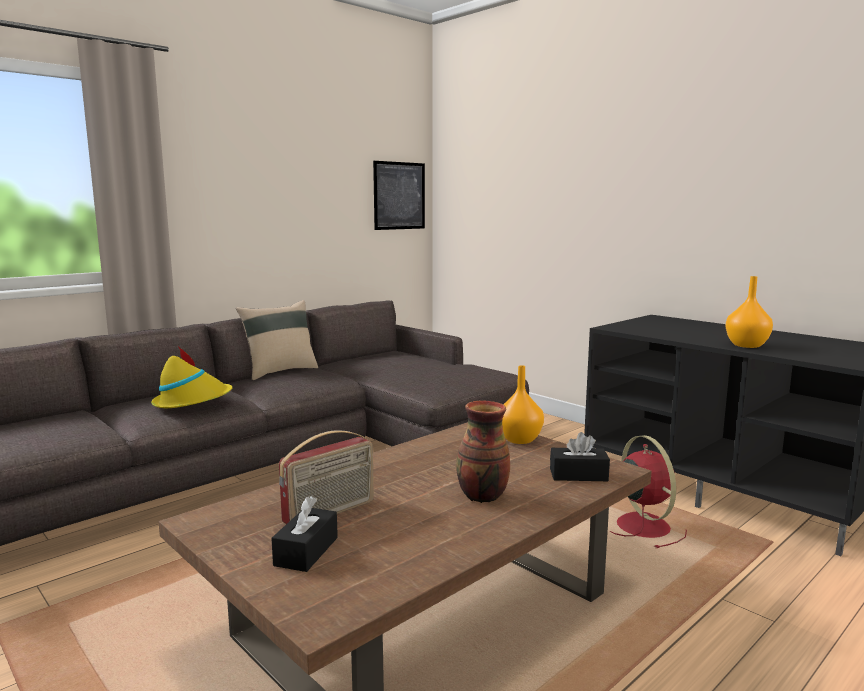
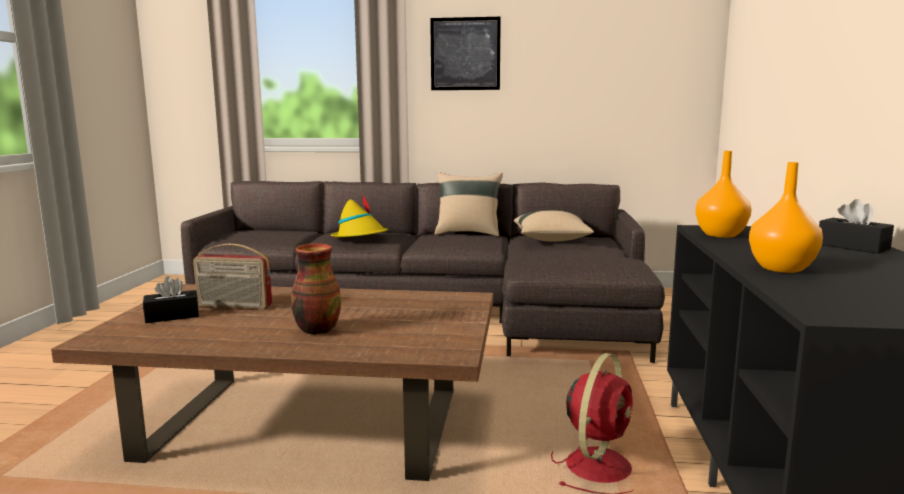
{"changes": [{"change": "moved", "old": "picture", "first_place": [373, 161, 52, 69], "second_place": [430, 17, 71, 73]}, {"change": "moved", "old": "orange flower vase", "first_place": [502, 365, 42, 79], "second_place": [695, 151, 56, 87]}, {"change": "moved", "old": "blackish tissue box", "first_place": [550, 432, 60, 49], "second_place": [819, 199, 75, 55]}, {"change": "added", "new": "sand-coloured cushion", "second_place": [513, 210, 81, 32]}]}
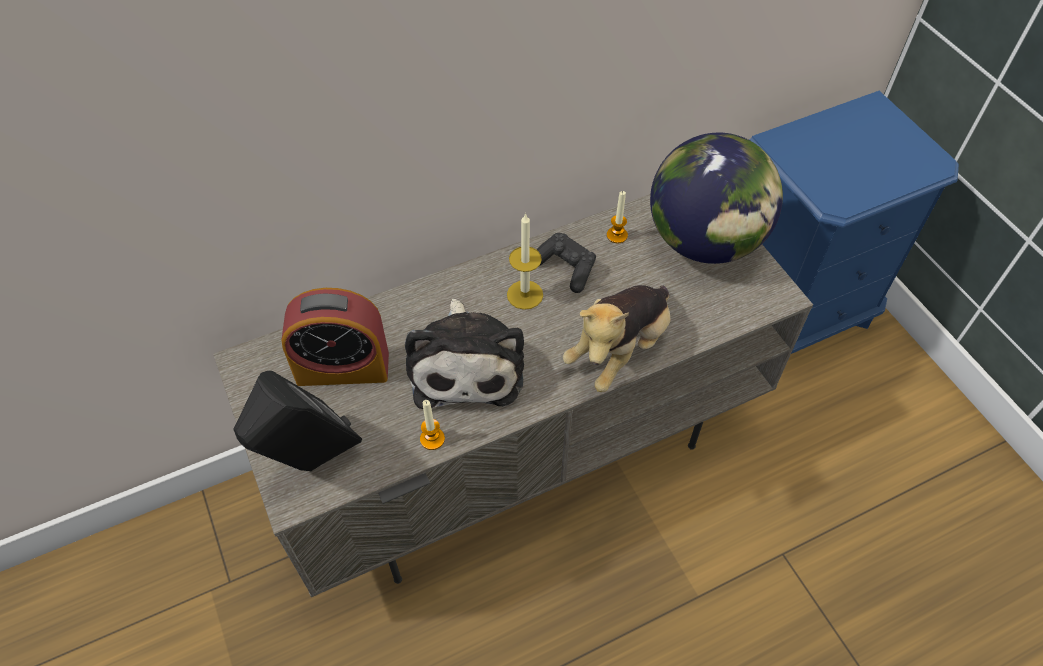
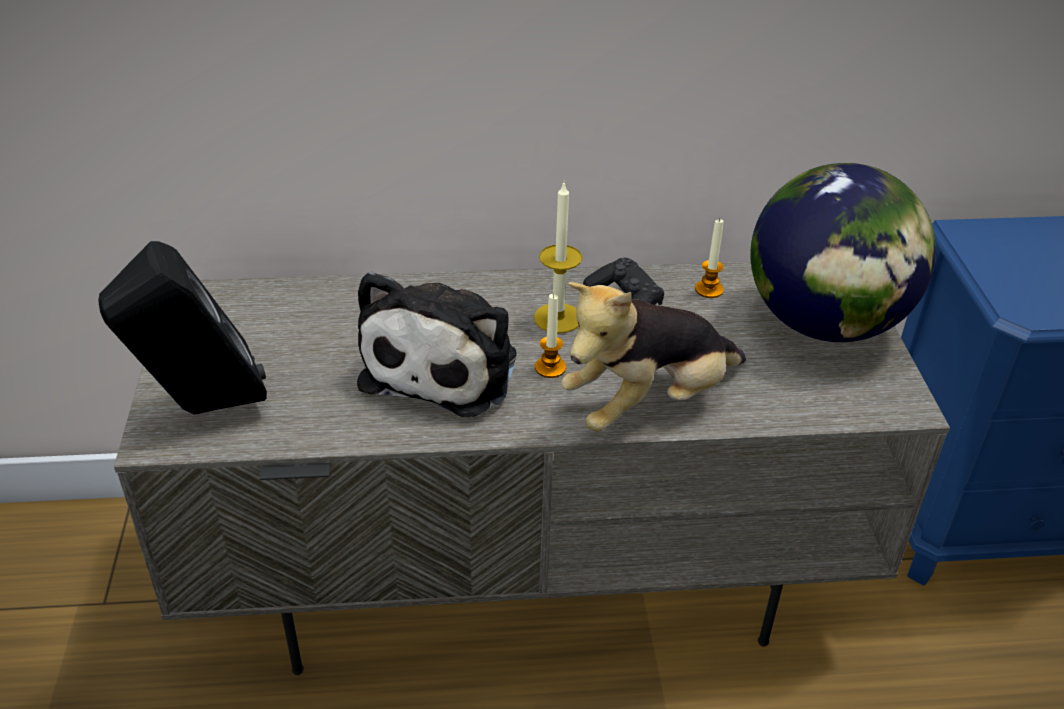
{"changes": [{"change": "removed", "old": "table clock", "first_place": [281, 288, 108, 98]}, {"change": "moved", "old": "wax light", "first_place": [420, 400, 25, 50], "second_place": [535, 293, 31, 85]}]}
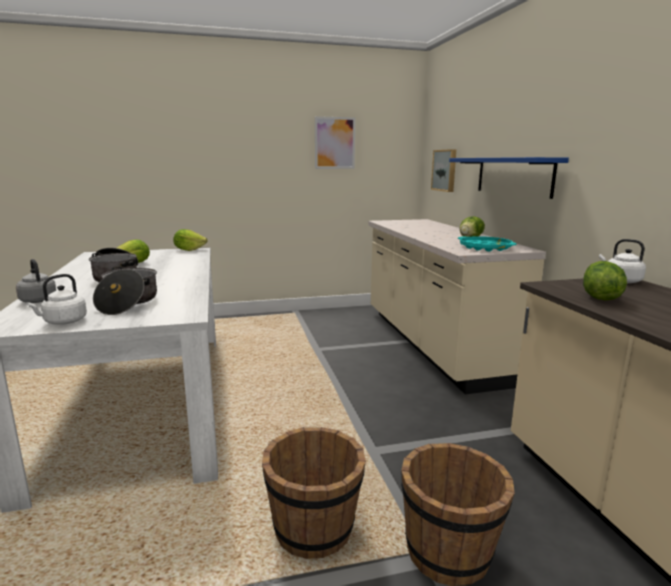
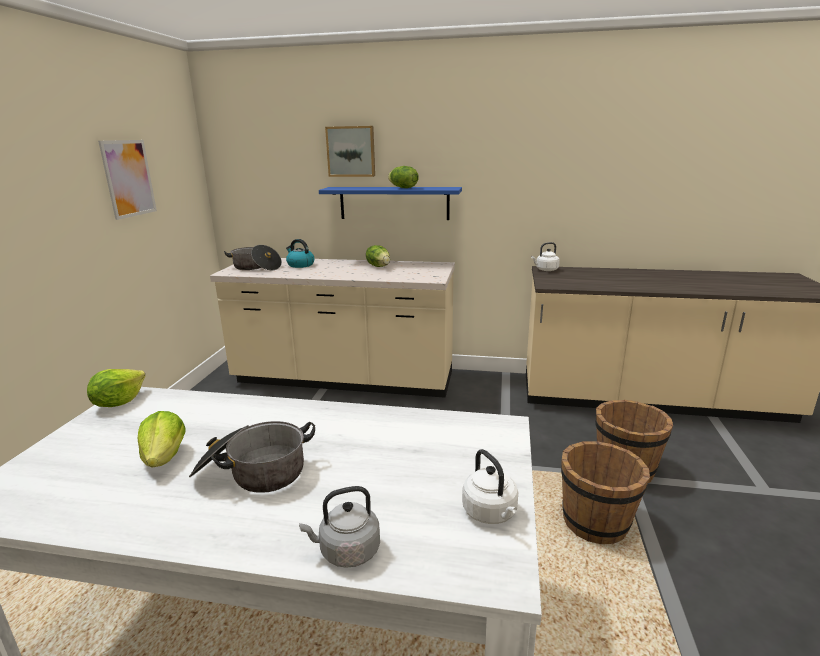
{"changes": [{"change": "moved", "old": "stockpot", "first_place": [93, 266, 64, 49], "second_place": [224, 245, 58, 25]}, {"change": "moved", "old": "picture", "first_place": [431, 149, 25, 43], "second_place": [325, 126, 50, 51]}, {"change": "removed", "old": "turquoise serving tray", "first_place": [458, 236, 59, 16]}, {"change": "moved", "old": "lettuce", "first_place": [583, 261, 44, 39], "second_place": [388, 166, 31, 22]}, {"change": "added", "new": "water kettle", "second_place": [286, 239, 28, 29]}]}
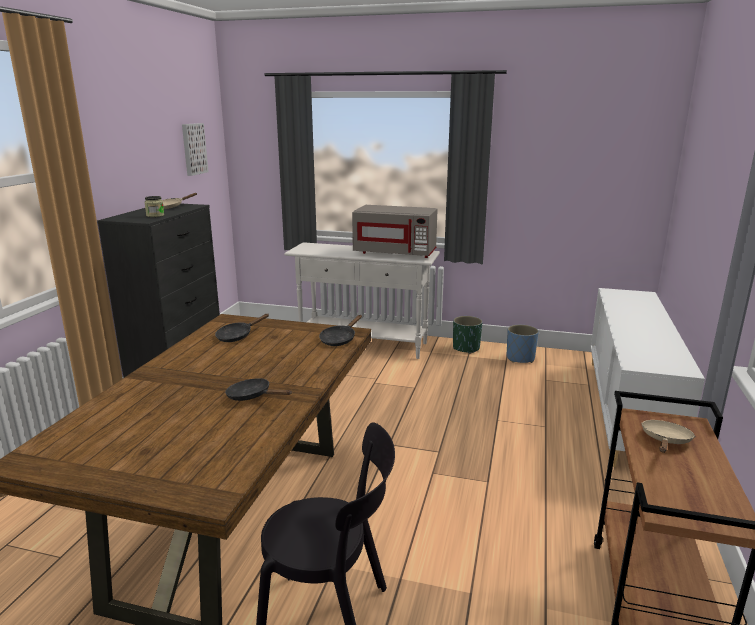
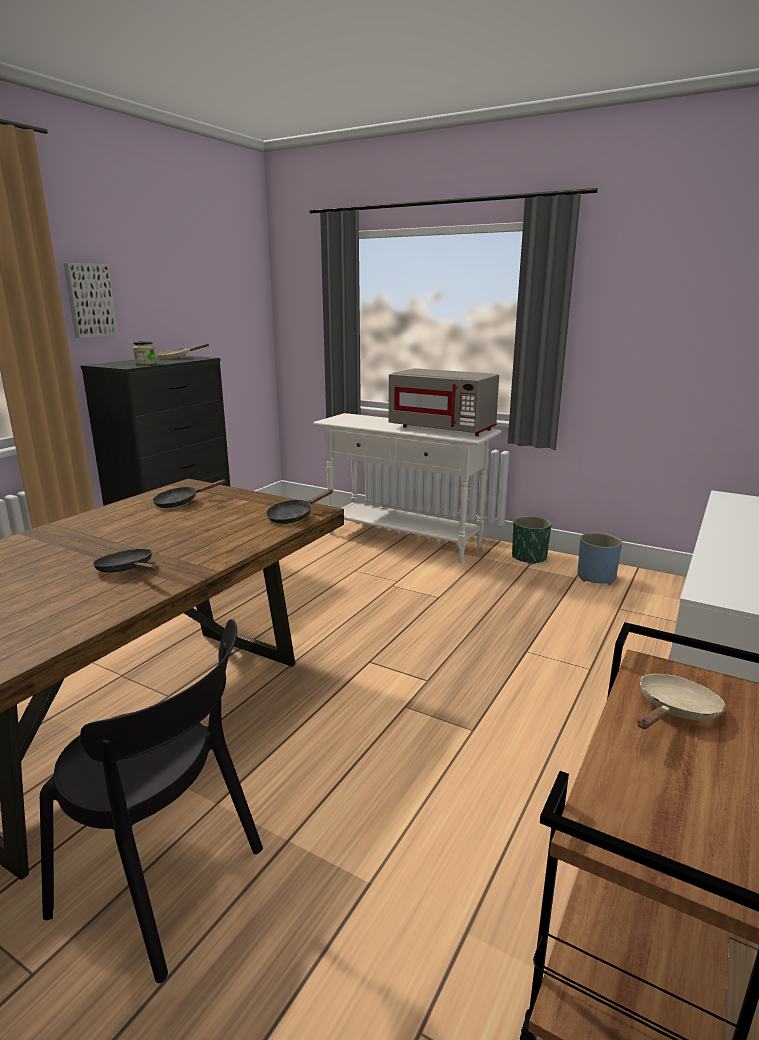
{"changes": [{"change": "moved", "old": "picture", "first_place": [182, 123, 27, 53], "second_place": [63, 263, 55, 75]}]}
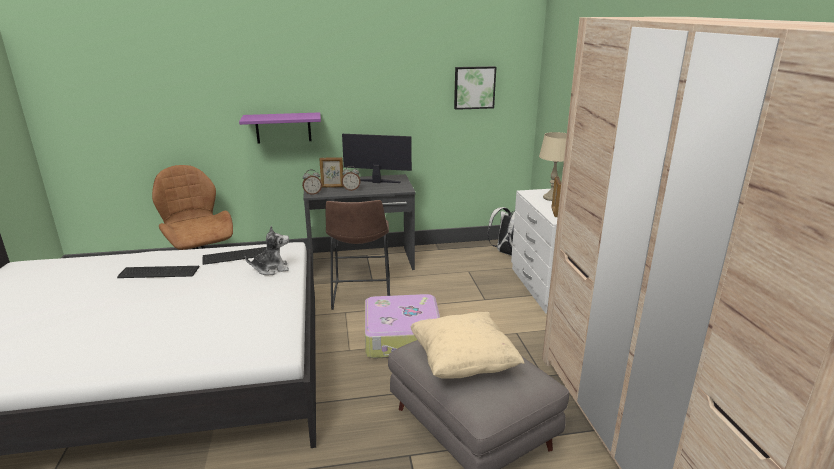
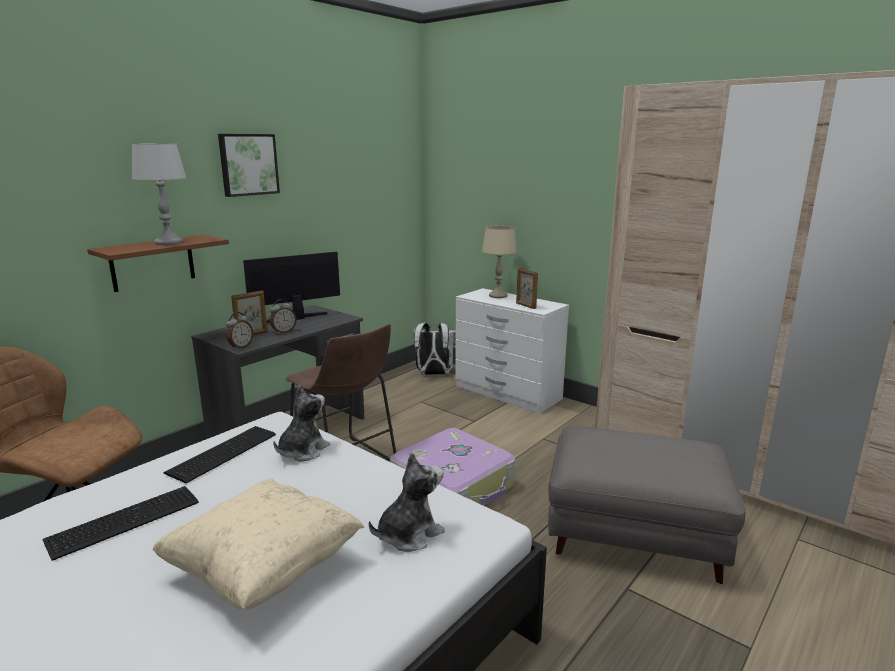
{"changes": [{"change": "recoloured", "old": "purplish shelf", "new": "brownish shelf", "first_place": [239, 112, 82, 31], "second_place": [87, 235, 142, 57]}, {"change": "moved", "old": "sand-coloured cushion", "first_place": [411, 312, 113, 67], "second_place": [153, 478, 211, 132]}, {"change": "moved", "old": "picture", "first_place": [454, 66, 42, 44], "second_place": [218, 134, 62, 63]}, {"change": "added", "new": "gray tabletop lamp", "second_place": [132, 144, 54, 101]}, {"change": "added", "new": "plush toy", "second_place": [369, 453, 76, 99]}]}
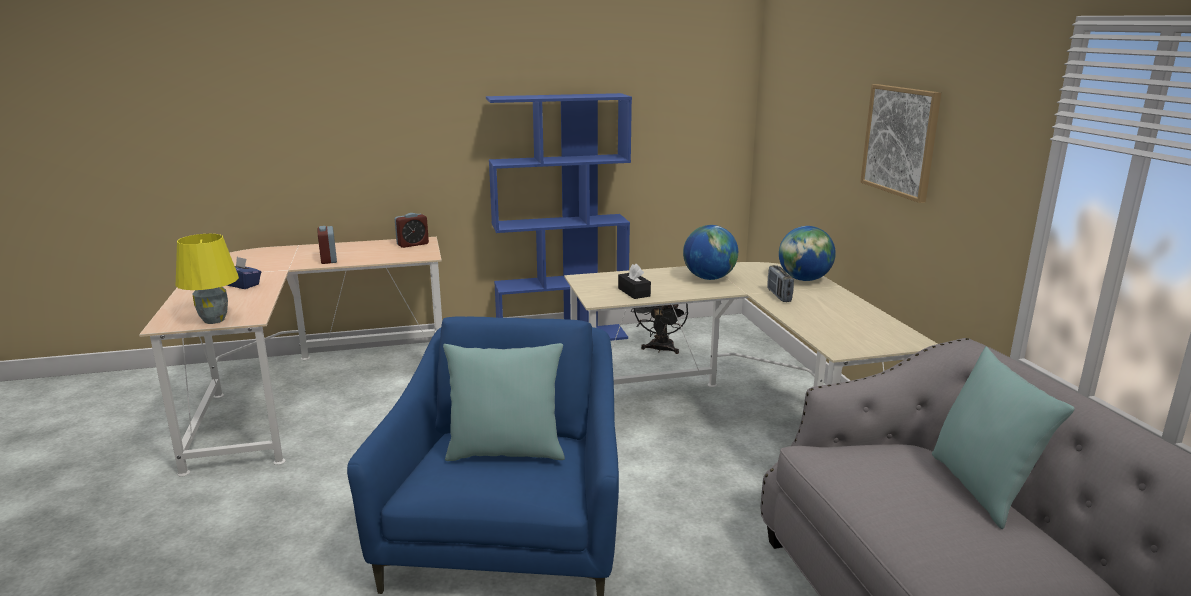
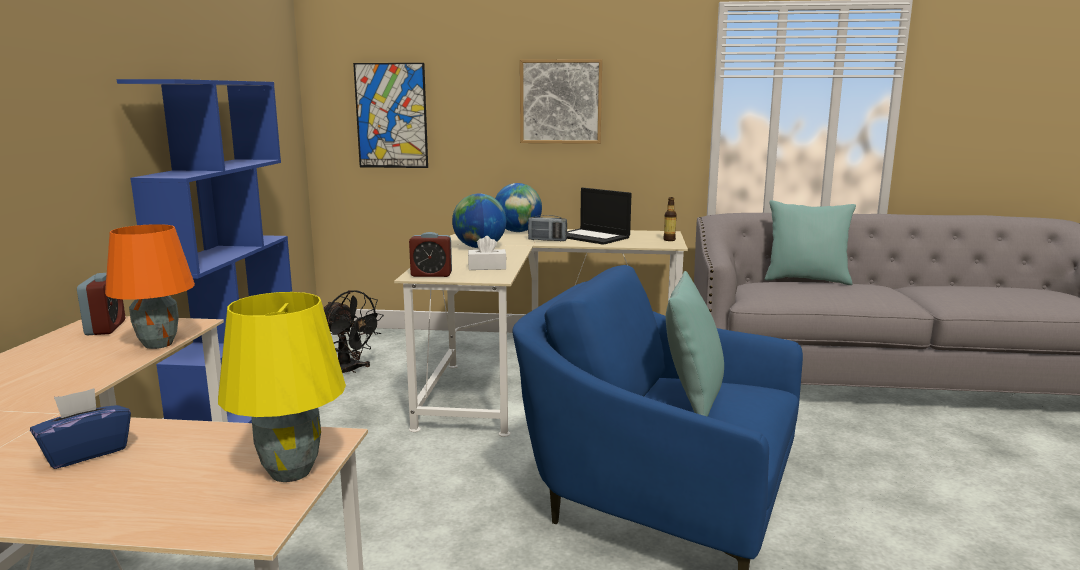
{"changes": [{"change": "moved", "old": "table clock", "first_place": [318, 226, 19, 38], "second_place": [409, 232, 43, 45]}, {"change": "recoloured", "old": "blackish tissue box", "new": "white tissue box", "first_place": [618, 263, 33, 36], "second_place": [468, 236, 39, 34]}, {"change": "added", "new": "orange tabletop lamp", "second_place": [105, 224, 90, 125]}, {"change": "added", "new": "picture", "second_place": [353, 63, 75, 105]}, {"change": "added", "new": "laptop", "second_place": [567, 188, 65, 57]}, {"change": "added", "new": "beverage bottle", "second_place": [663, 197, 14, 44]}]}
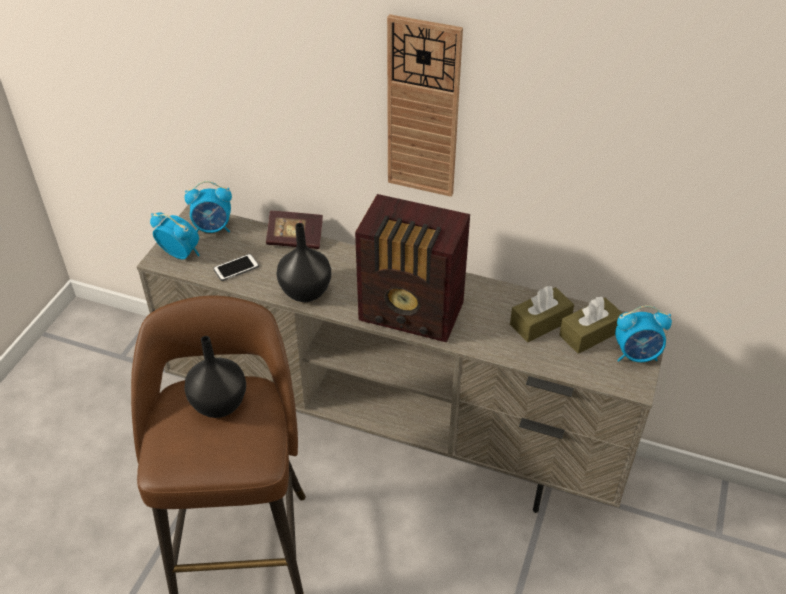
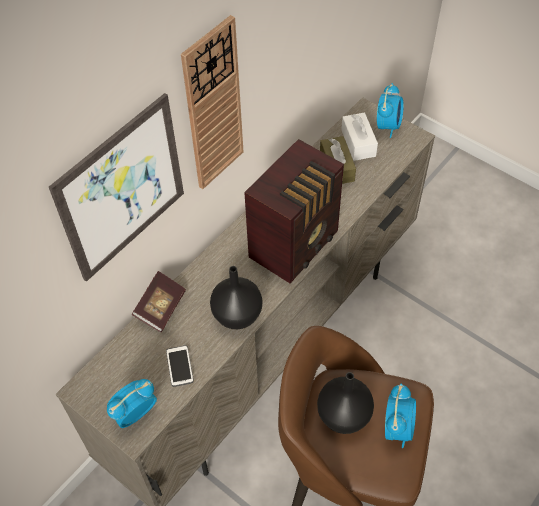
{"changes": [{"change": "moved", "old": "table clock", "first_place": [185, 181, 47, 52], "second_place": [385, 383, 31, 65]}, {"change": "recoloured", "old": "brownish tissue box", "new": "white tissue box", "first_place": [559, 296, 64, 58], "second_place": [341, 113, 37, 48]}, {"change": "added", "new": "picture", "second_place": [49, 93, 135, 189]}]}
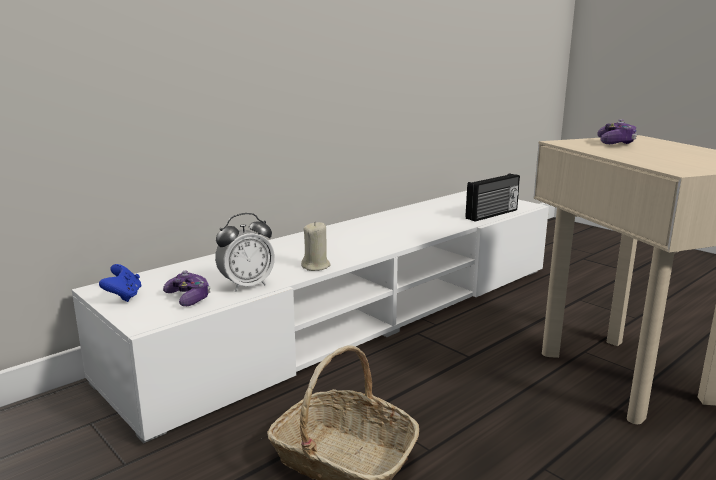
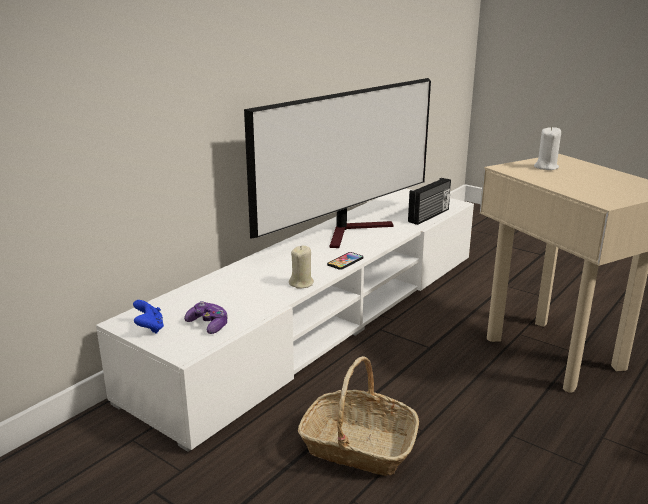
{"changes": [{"change": "removed", "old": "table clock", "first_place": [215, 213, 60, 79]}, {"change": "replaced", "old": "joypad", "new": "white wax light", "first_place": [597, 119, 40, 25], "second_place": [534, 126, 27, 44]}, {"change": "added", "new": "TV", "second_place": [244, 78, 187, 170]}, {"change": "added", "new": "handset", "second_place": [327, 252, 36, 18]}]}
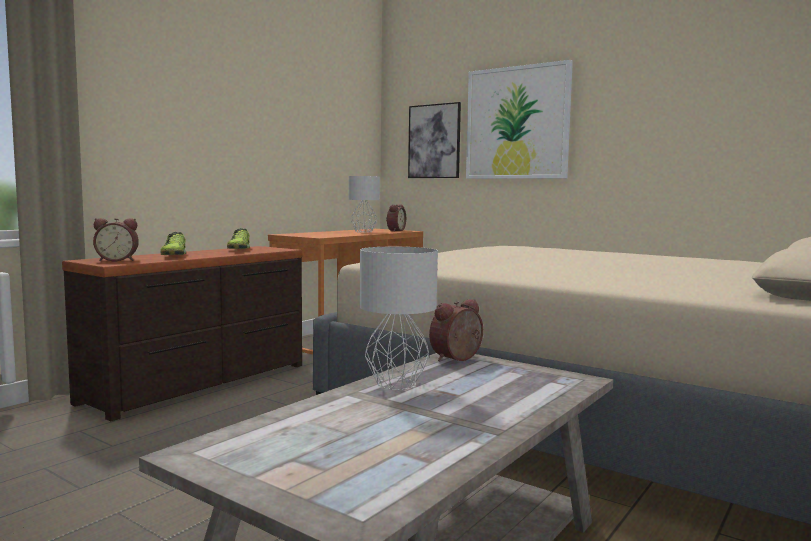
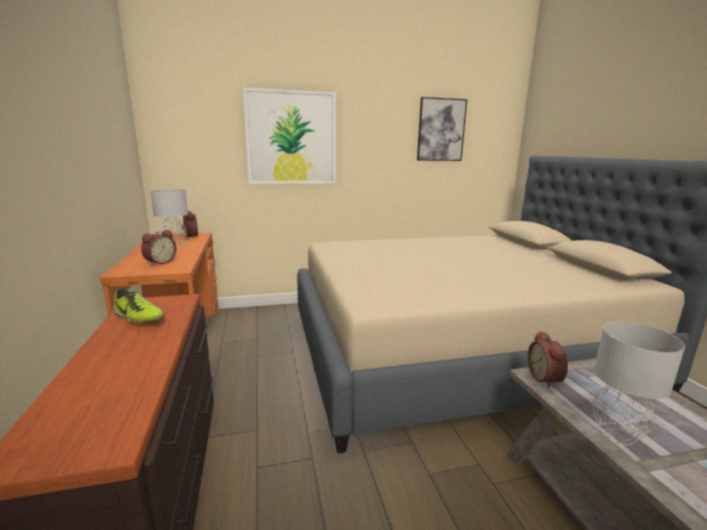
{"changes": [{"change": "moved", "old": "table clock", "first_place": [93, 218, 46, 43], "second_place": [141, 229, 36, 37]}, {"change": "removed", "old": "item of footwear", "first_place": [160, 232, 26, 23]}, {"change": "moved", "old": "picture", "first_place": [408, 102, 53, 76], "second_place": [417, 97, 50, 64]}]}
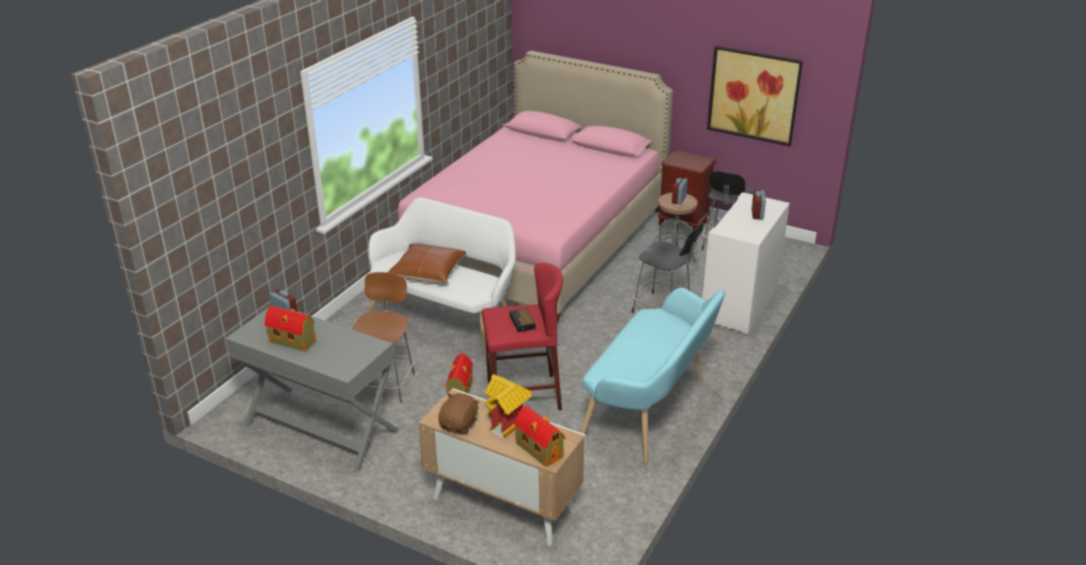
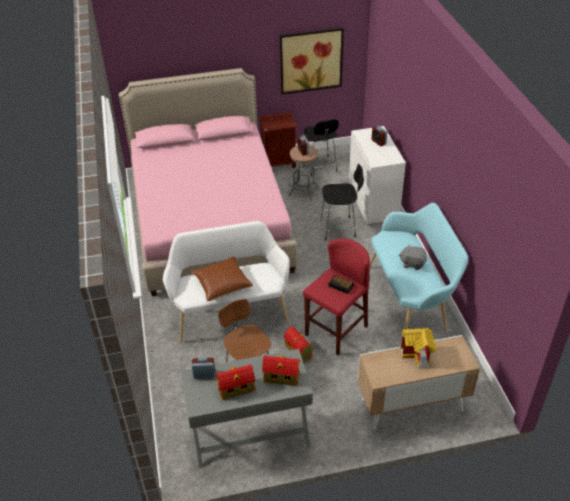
{"changes": [{"change": "removed", "old": "brownish plush toy", "first_place": [438, 393, 41, 41]}, {"change": "moved", "old": "miniature house", "first_place": [514, 406, 52, 61], "second_place": [262, 355, 38, 31]}, {"change": "added", "new": "gray plush toy", "second_place": [399, 245, 28, 25]}]}
